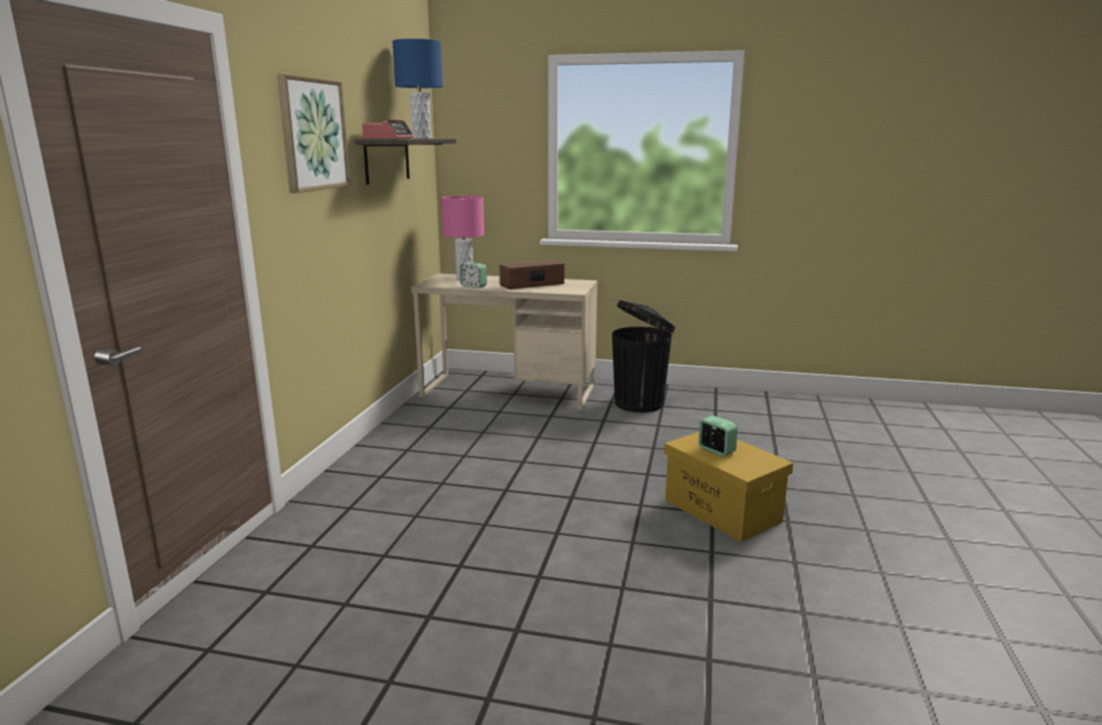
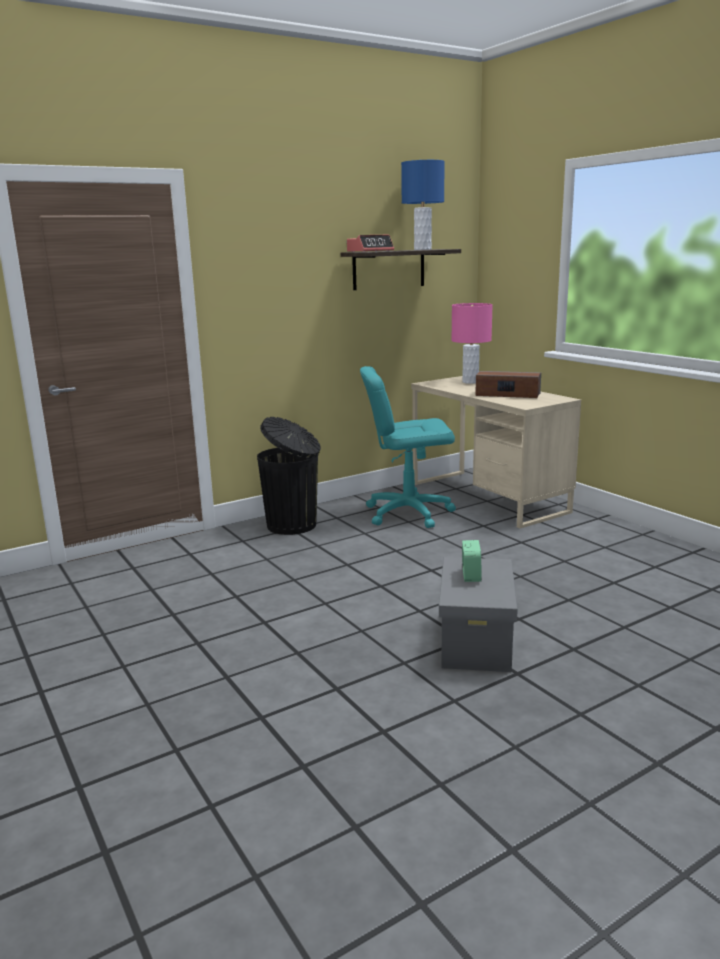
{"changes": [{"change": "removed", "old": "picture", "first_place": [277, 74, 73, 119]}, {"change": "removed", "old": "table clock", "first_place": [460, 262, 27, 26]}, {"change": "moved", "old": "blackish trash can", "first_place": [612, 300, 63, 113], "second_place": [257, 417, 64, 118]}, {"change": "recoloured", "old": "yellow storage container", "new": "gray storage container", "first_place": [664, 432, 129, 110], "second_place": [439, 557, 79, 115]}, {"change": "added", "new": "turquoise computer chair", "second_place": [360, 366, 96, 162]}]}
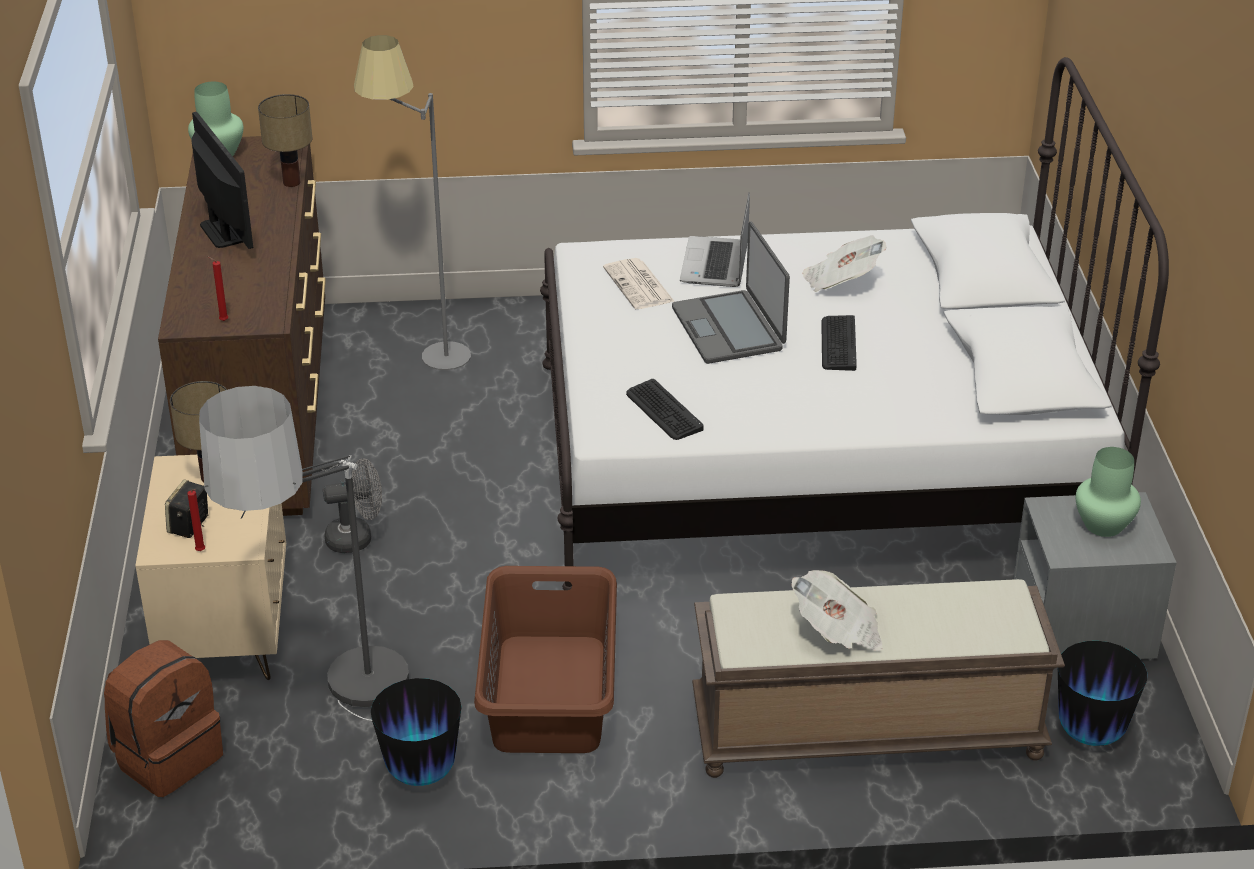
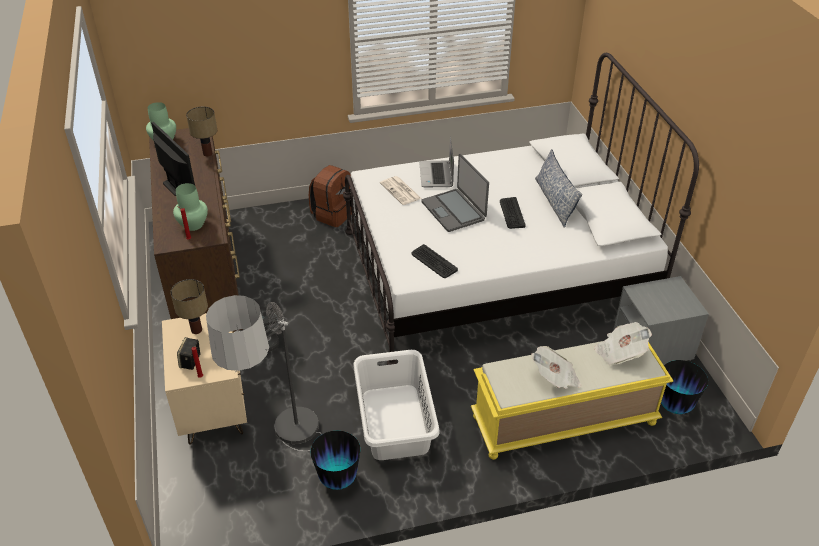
{"changes": [{"change": "moved", "old": "brownish backpack", "first_place": [104, 640, 119, 157], "second_place": [309, 165, 43, 62]}, {"change": "removed", "old": "gray standard lamp", "first_place": [354, 35, 117, 335]}, {"change": "recoloured", "old": "brownish washing basket", "new": "white washing basket", "first_place": [474, 566, 143, 187], "second_place": [353, 350, 87, 110]}, {"change": "recoloured", "old": "brownish bench", "new": "yellow bench", "first_place": [692, 579, 373, 199], "second_place": [471, 341, 202, 119]}, {"change": "moved", "old": "printed paper", "first_place": [802, 235, 84, 57], "second_place": [594, 322, 58, 43]}, {"change": "moved", "old": "green flower vase", "first_place": [1076, 447, 65, 90], "second_place": [173, 183, 35, 48]}, {"change": "added", "new": "cushion", "second_place": [535, 149, 47, 79]}]}
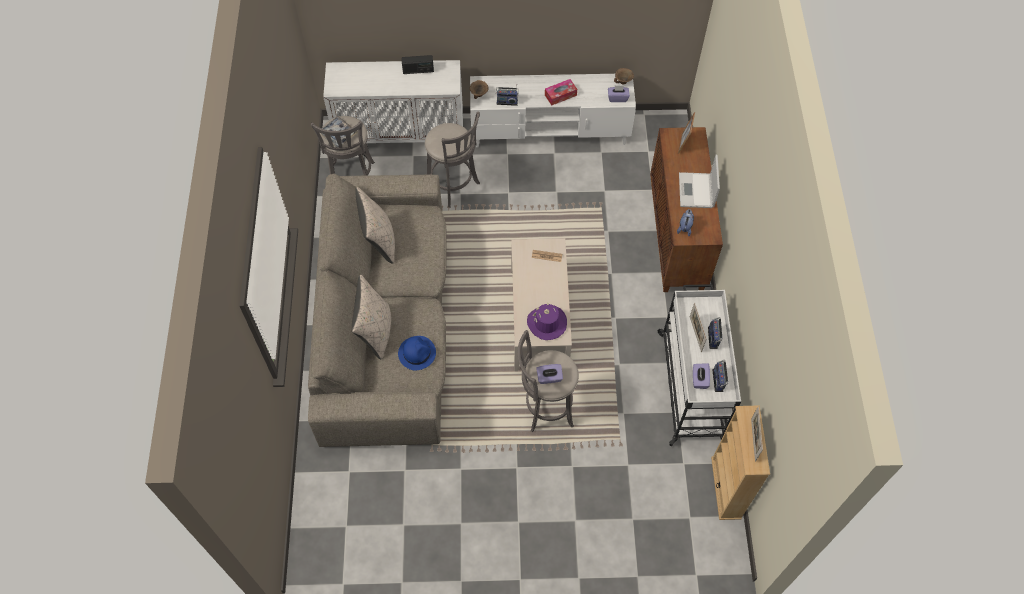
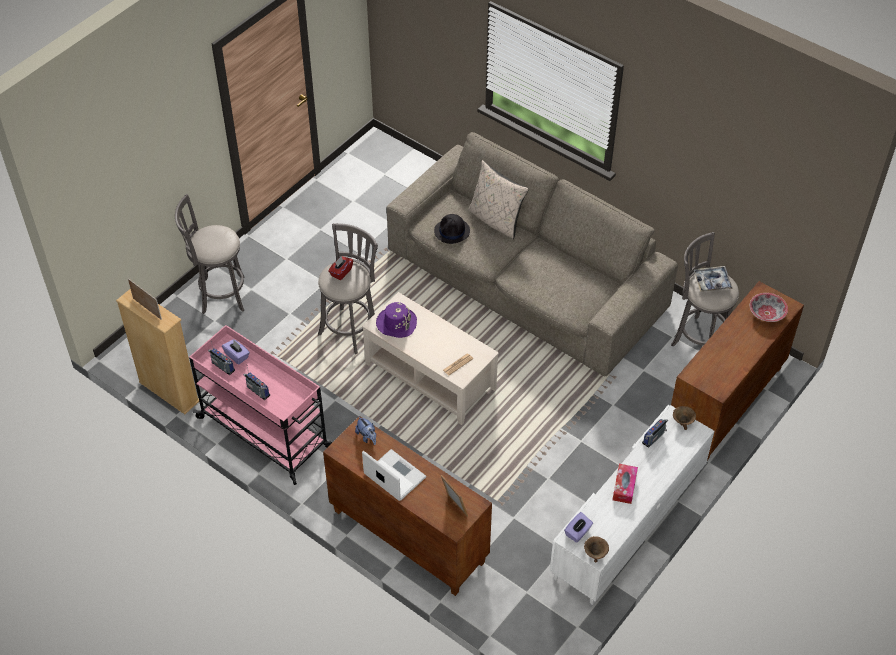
{"changes": [{"change": "recoloured", "old": "white cupboard", "new": "brownish cupboard", "first_place": [323, 60, 140, 83], "second_place": [671, 281, 133, 179]}, {"change": "removed", "old": "sand-coloured cushion", "first_place": [355, 187, 40, 77]}, {"change": "recoloured", "old": "blue-coloured hat", "new": "blackish hat", "first_place": [398, 336, 38, 35], "second_place": [434, 214, 36, 30]}, {"change": "removed", "old": "radio set", "first_place": [401, 55, 33, 19]}, {"change": "moved", "old": "gray sitting stool", "first_place": [425, 112, 55, 95], "second_place": [175, 194, 69, 120]}, {"change": "recoloured", "old": "purplish tissue box", "new": "red tissue box", "first_place": [536, 364, 27, 20], "second_place": [328, 256, 25, 24]}, {"change": "recoloured", "old": "white wheeled cart", "new": "pink-coloured wheeled cart", "first_place": [658, 284, 83, 162], "second_place": [189, 325, 143, 160]}, {"change": "removed", "old": "photo frame", "first_place": [690, 303, 17, 49]}, {"change": "added", "new": "deep dish", "second_place": [750, 293, 38, 29]}]}
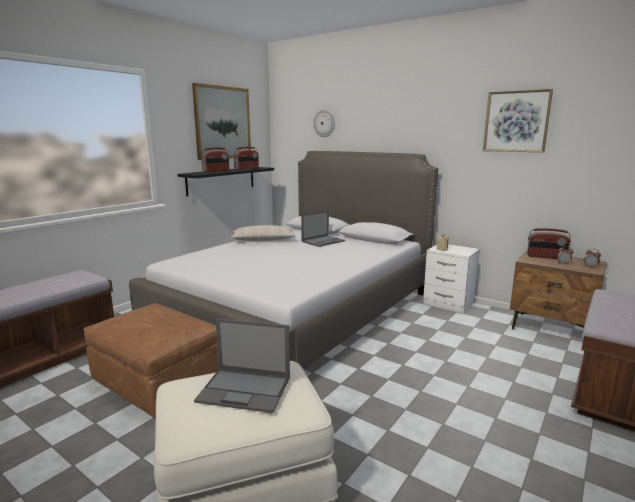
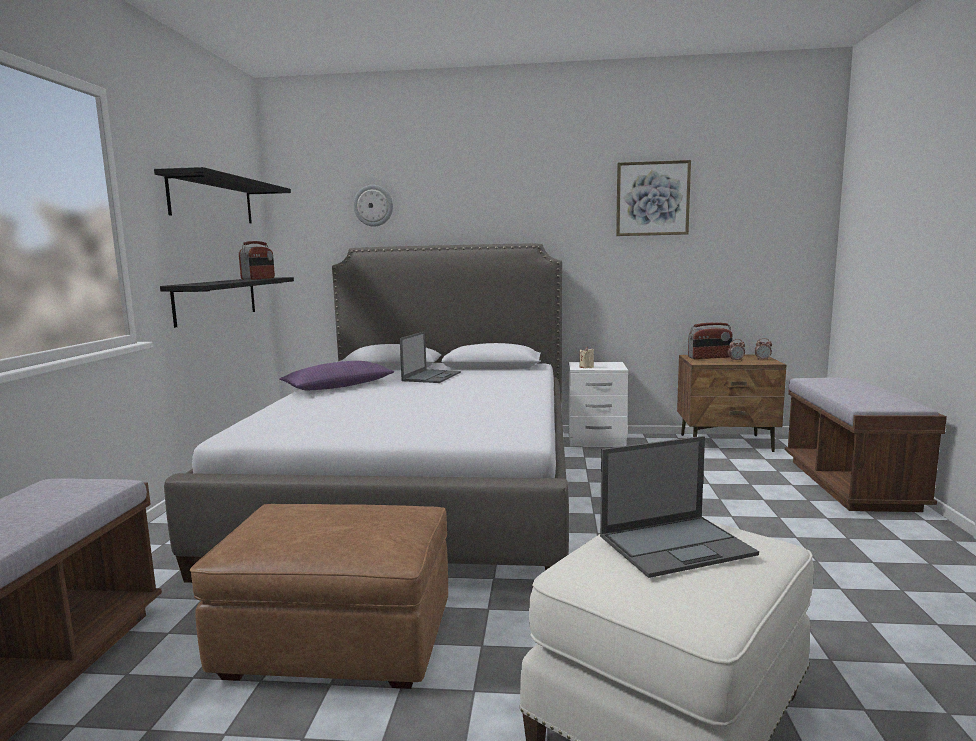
{"changes": [{"change": "replaced", "old": "picture", "new": "blackish shelf", "first_place": [192, 83, 59, 77], "second_place": [154, 167, 137, 56]}, {"change": "removed", "old": "radio set", "first_place": [201, 147, 28, 25]}, {"change": "recoloured", "old": "sand-coloured cushion", "new": "purplish cushion", "first_place": [231, 225, 64, 16], "second_place": [280, 361, 114, 29]}]}
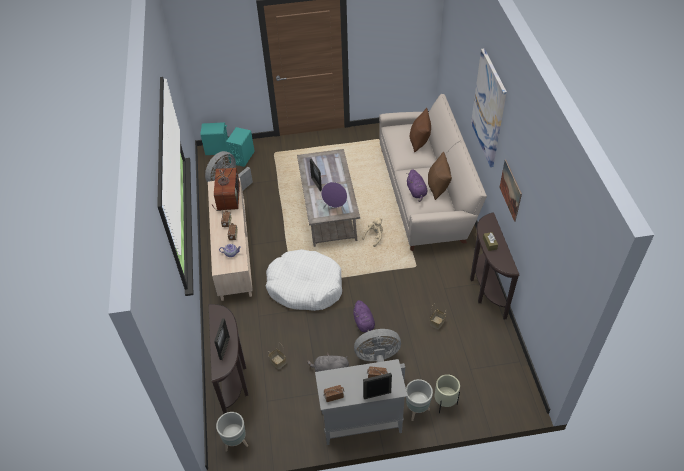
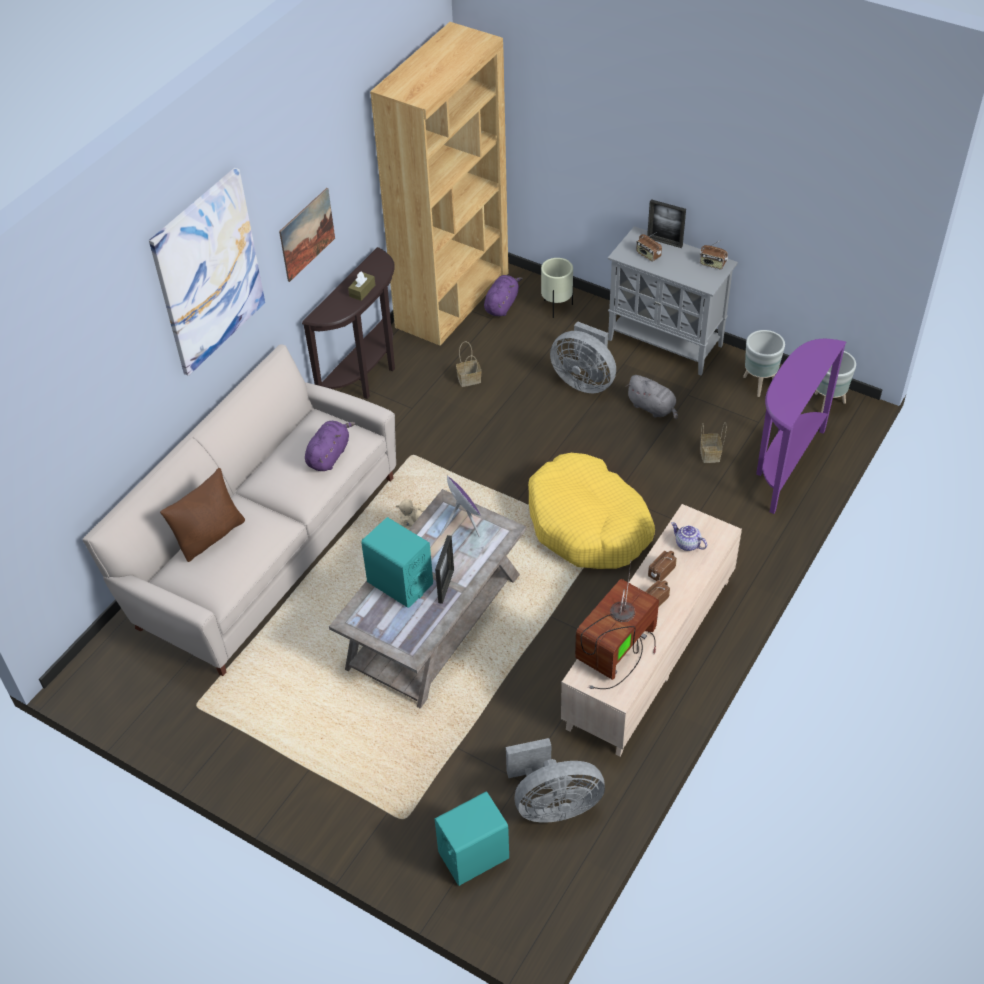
{"changes": [{"change": "moved", "old": "turquoise loudspeaker", "first_place": [200, 122, 28, 33], "second_place": [361, 517, 72, 91]}, {"change": "recoloured", "old": "brownish console table", "new": "purplish console table", "first_place": [209, 304, 39, 110], "second_place": [756, 339, 90, 175]}, {"change": "removed", "old": "photo frame", "first_place": [214, 318, 16, 42]}, {"change": "recoloured", "old": "white dog cushion", "new": "yellow dog cushion", "first_place": [266, 249, 76, 62], "second_place": [528, 453, 127, 116]}, {"change": "moved", "old": "purplish plush toy", "first_place": [352, 300, 23, 32], "second_place": [484, 275, 39, 42]}, {"change": "moved", "old": "gray planter", "first_place": [406, 379, 27, 42], "second_place": [743, 330, 42, 67]}, {"change": "removed", "old": "brownish cushion", "first_place": [428, 151, 24, 49]}, {"change": "added", "new": "brownish shelving unit", "second_place": [370, 22, 138, 324]}]}
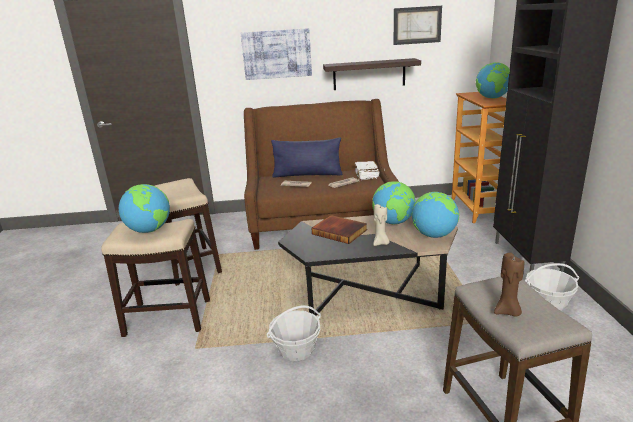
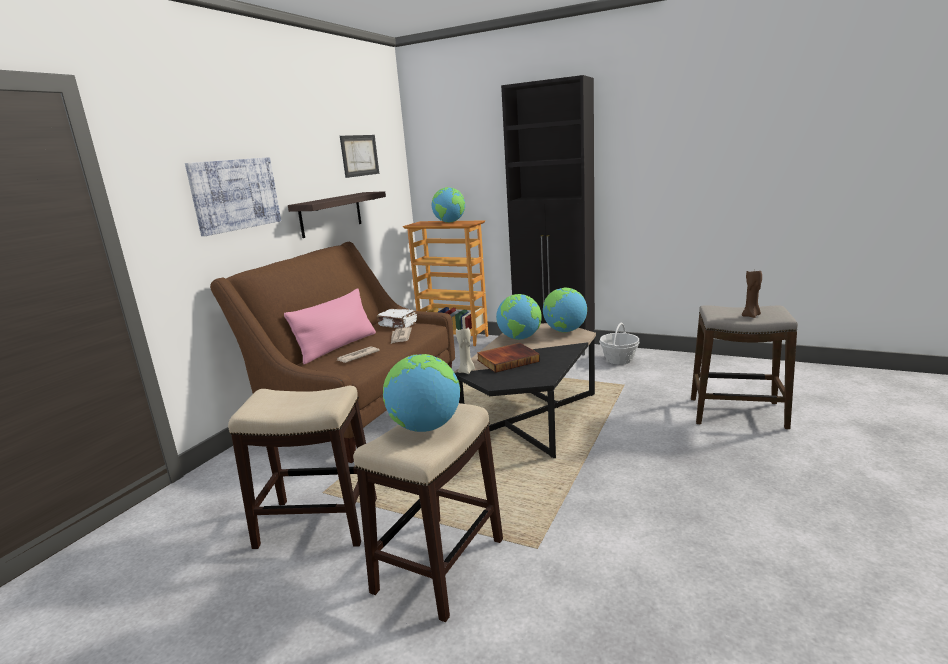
{"changes": [{"change": "removed", "old": "basket", "first_place": [266, 305, 55, 56]}, {"change": "recoloured", "old": "blue-coloured cushion", "new": "pink-coloured cushion", "first_place": [271, 137, 71, 41], "second_place": [284, 288, 92, 76]}, {"change": "moved", "old": "sand-coloured wax light", "first_place": [373, 204, 16, 42], "second_place": [456, 327, 19, 47]}]}
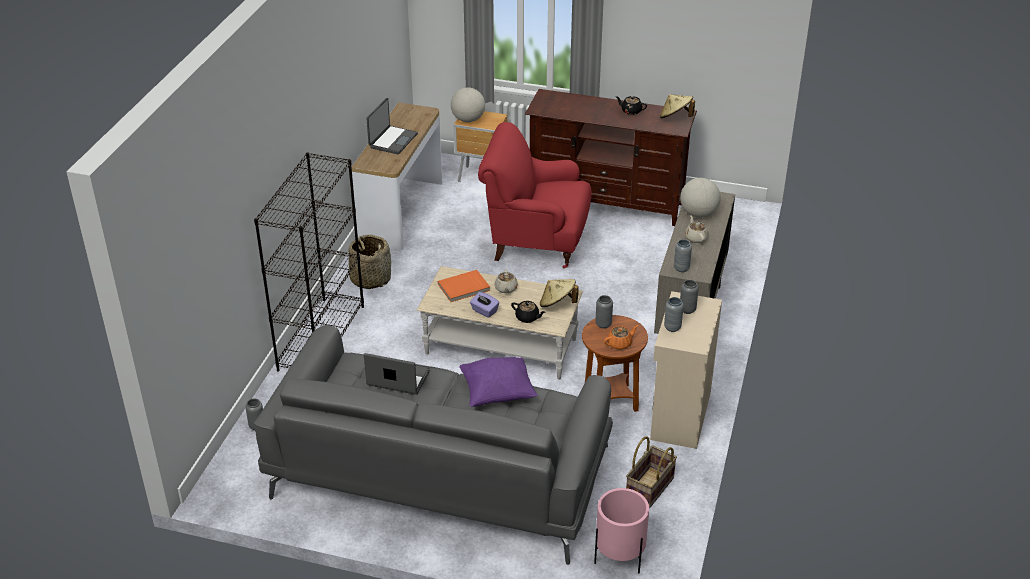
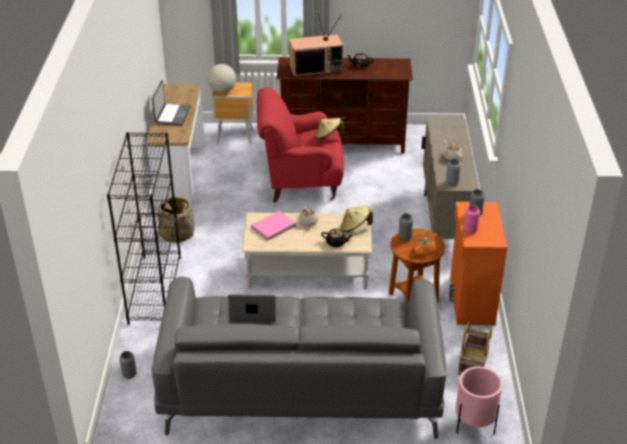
{"changes": [{"change": "recoloured", "old": "orange volume", "new": "pink-coloured volume", "first_place": [438, 270, 52, 32], "second_place": [251, 211, 45, 30]}, {"change": "removed", "old": "purplish cushion", "first_place": [459, 357, 79, 50]}, {"change": "removed", "old": "purplish tissue box", "first_place": [470, 292, 29, 26]}, {"change": "recoloured", "old": "sand-coloured cupboard", "new": "orange cupboard", "first_place": [650, 291, 72, 158], "second_place": [449, 202, 59, 123]}, {"change": "moved", "old": "sand-coloured hat", "first_place": [660, 94, 35, 24], "second_place": [315, 118, 29, 22]}, {"change": "recoloured", "old": "gray flower vase", "new": "pink-coloured flower vase", "first_place": [664, 297, 20, 35], "second_place": [464, 205, 16, 29]}, {"change": "removed", "old": "desk globe", "first_place": [680, 178, 41, 40]}, {"change": "added", "new": "TV", "second_place": [289, 14, 54, 63]}]}
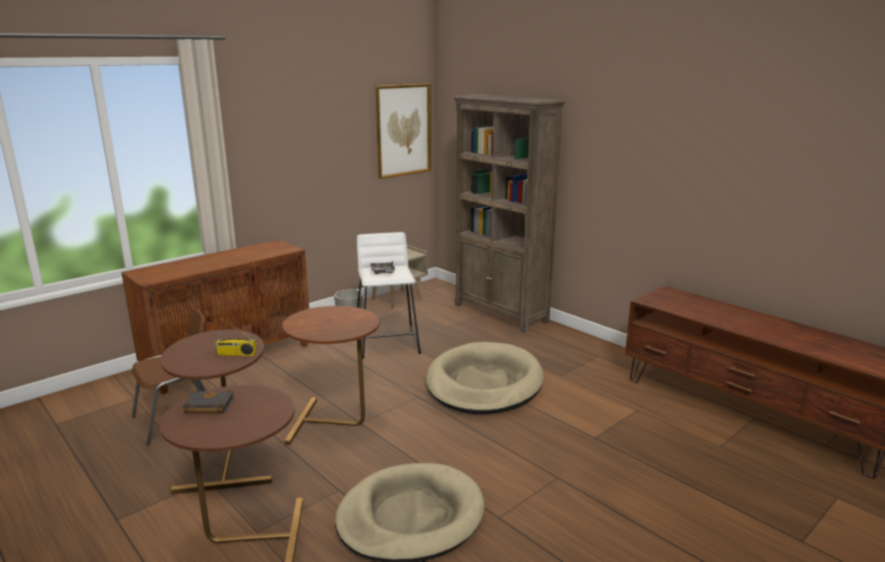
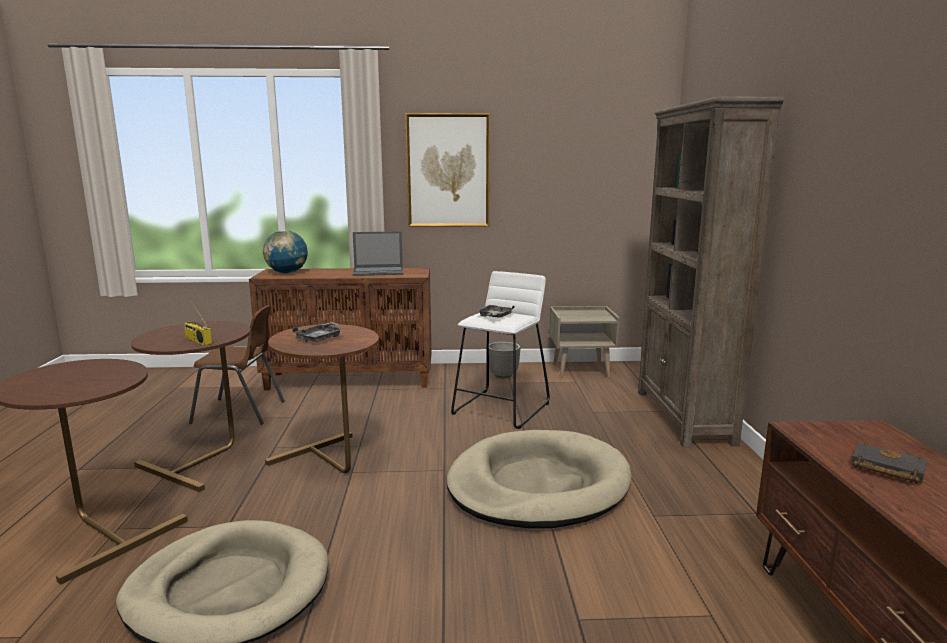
{"changes": [{"change": "moved", "old": "blackish volume", "first_place": [183, 390, 51, 23], "second_place": [851, 442, 76, 42]}, {"change": "moved", "old": "picture", "first_place": [376, 84, 55, 95], "second_place": [405, 113, 85, 114]}, {"change": "added", "new": "desk globe", "second_place": [263, 230, 45, 43]}, {"change": "added", "new": "gray serving tray", "second_place": [292, 322, 53, 20]}, {"change": "added", "new": "laptop", "second_place": [352, 231, 51, 45]}]}
